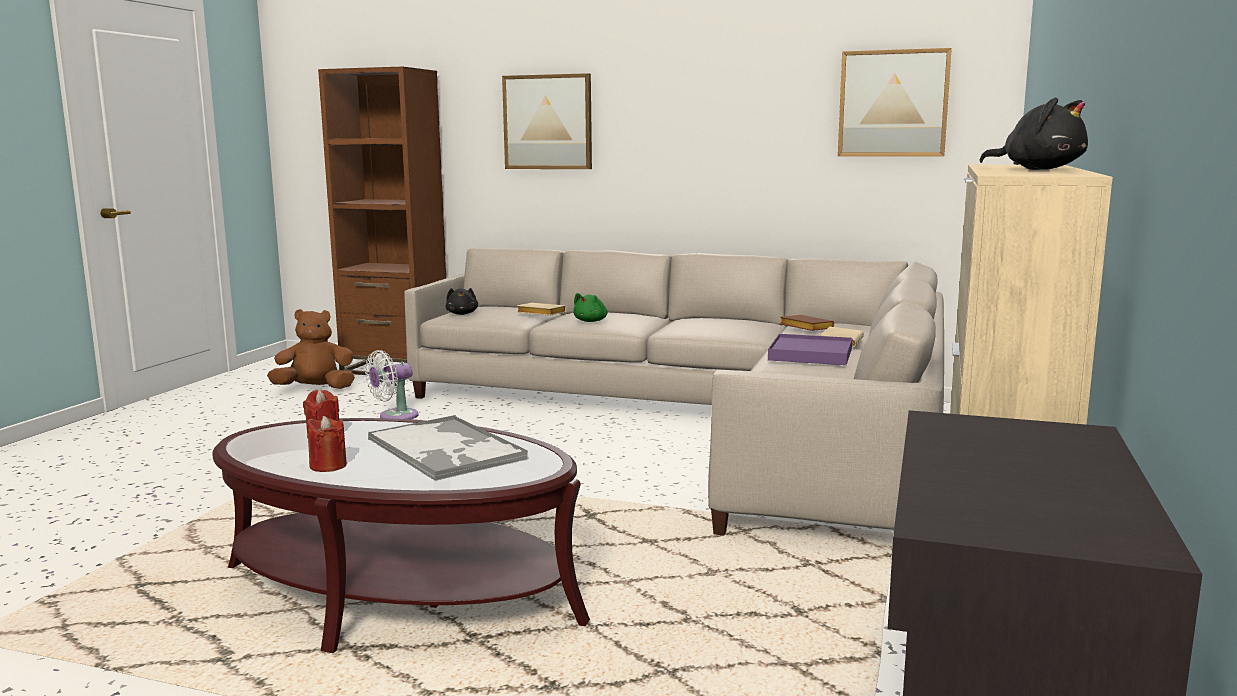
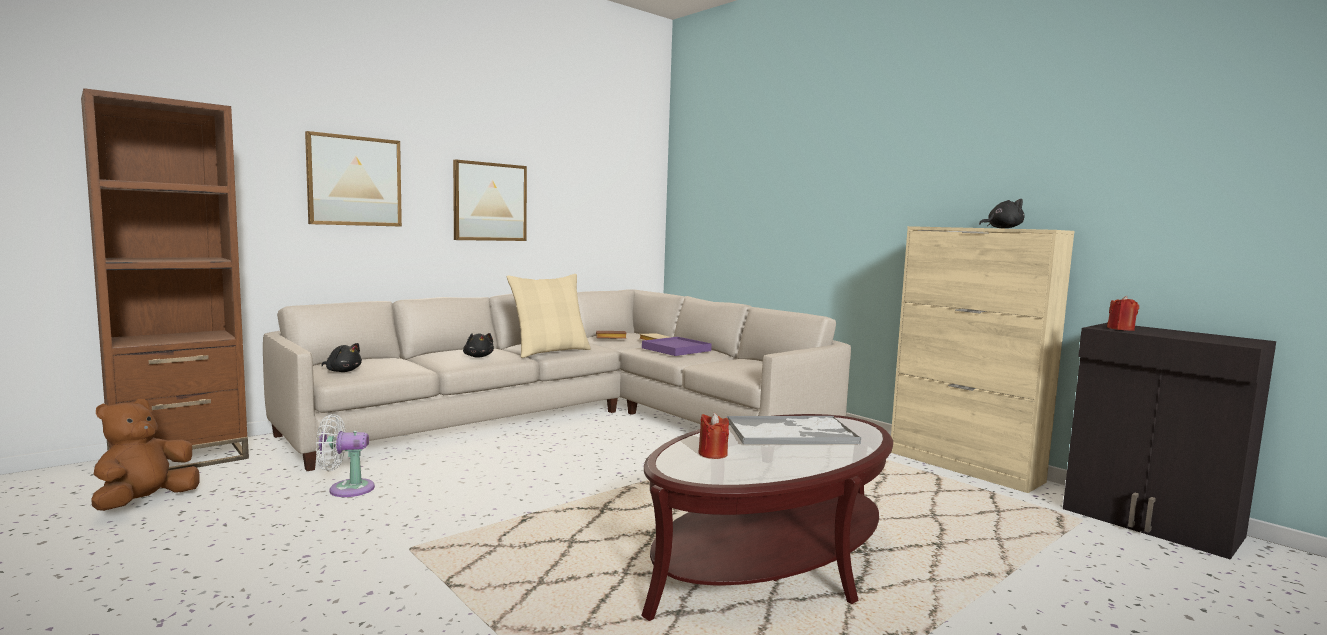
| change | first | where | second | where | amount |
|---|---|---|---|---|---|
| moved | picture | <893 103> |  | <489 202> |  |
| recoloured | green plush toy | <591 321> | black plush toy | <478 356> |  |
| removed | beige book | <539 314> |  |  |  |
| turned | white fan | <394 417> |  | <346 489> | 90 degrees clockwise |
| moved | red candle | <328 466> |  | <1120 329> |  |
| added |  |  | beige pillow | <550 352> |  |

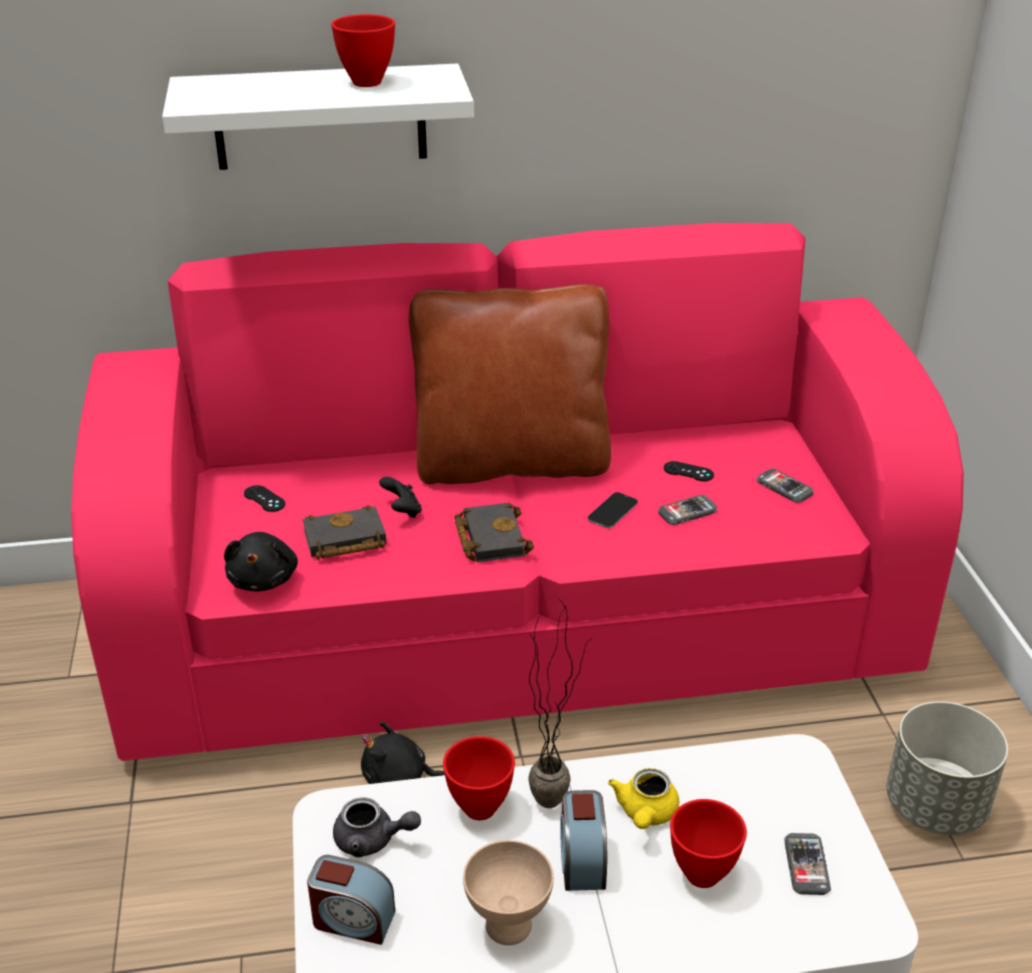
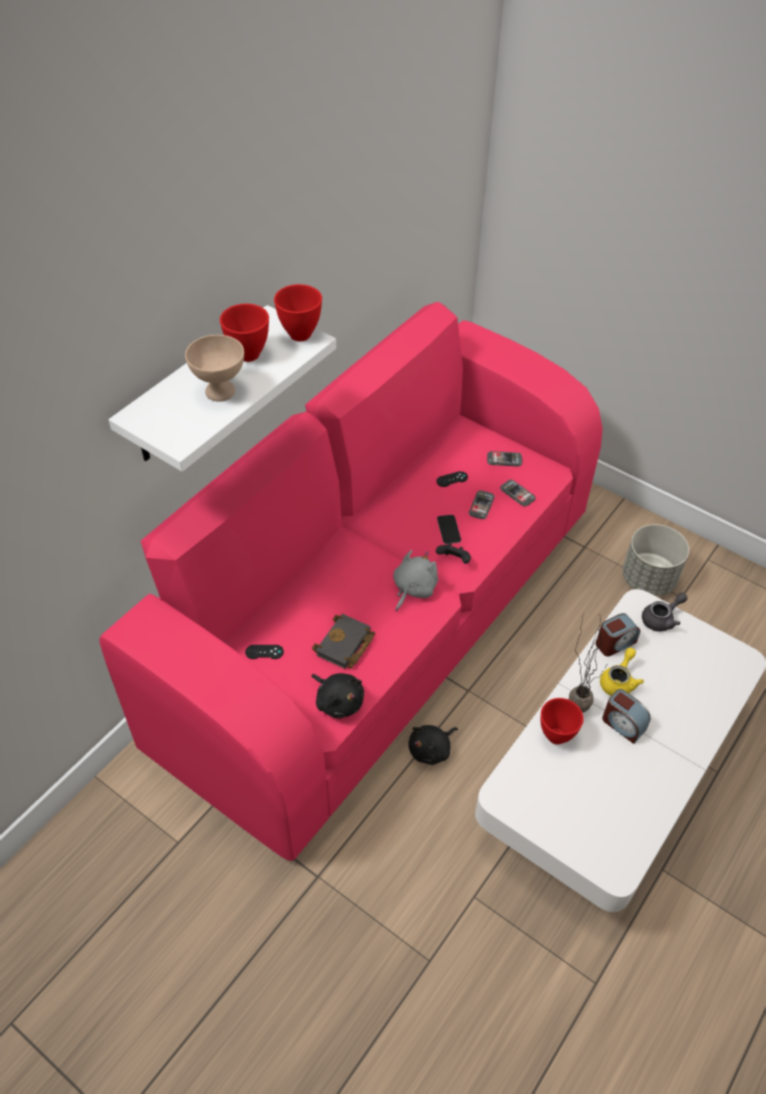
| change | first | where | second | where | amount |
|---|---|---|---|---|---|
| removed | brown pillow | <511 463> |  |  |  |
| moved | black game controller | <402 511> |  | <454 560> |  |
| replaced | black book | <489 537> | grey plush toy | <413 589> |  |
| turned | yellow teapot | <645 814> |  | <619 681> | 120 degrees counterclockwise |
| moved | grey teapot | <372 840> |  | <661 619> |  |
| moved | red bowl | <704 873> |  | <300 334> |  |
| moved | phone | <806 865> |  | <517 494> |  |
| moved | beige bowl | <507 927> |  | <220 392> |  |
| moved | alarm clock | <352 920> |  | <615 643> |  |

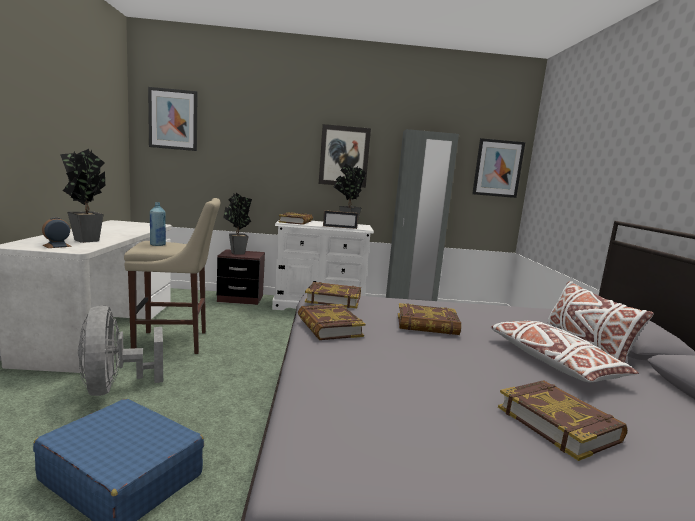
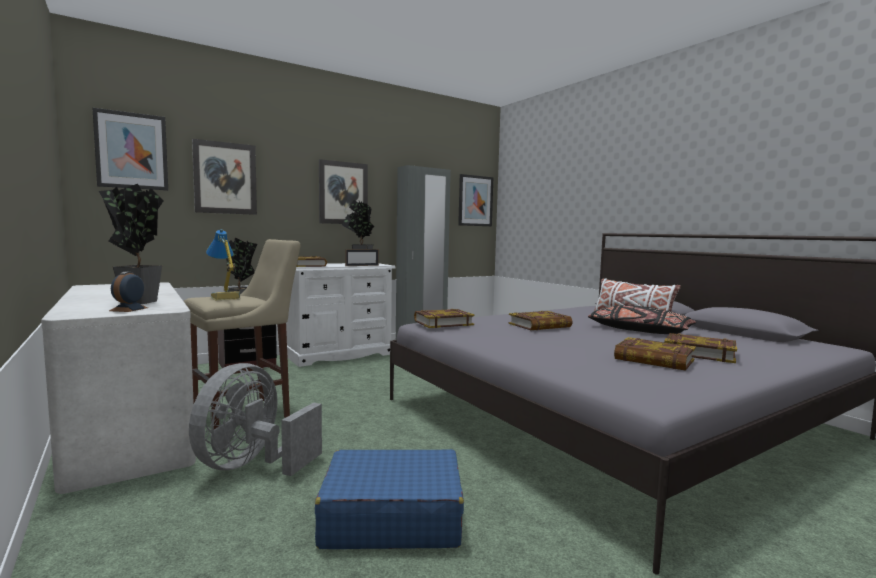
| change | first | where | second | where | amount |
|---|---|---|---|---|---|
| replaced | blue bottle | <157 245> | table lamp | <224 298> |  |
| moved | book | <329 327> |  | <654 360> |  |
| turned | grey fan | <115 387> |  | <252 465> | 75 degrees clockwise |
| recoloured | white pillow | <552 362> | black pillow | <639 330> |  |
| added |  |  | picture | <225 178> |  |

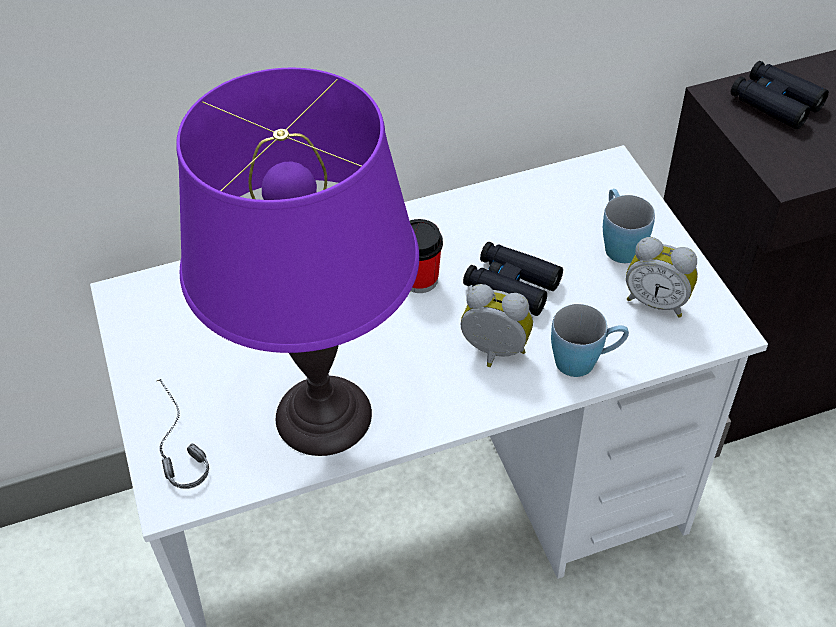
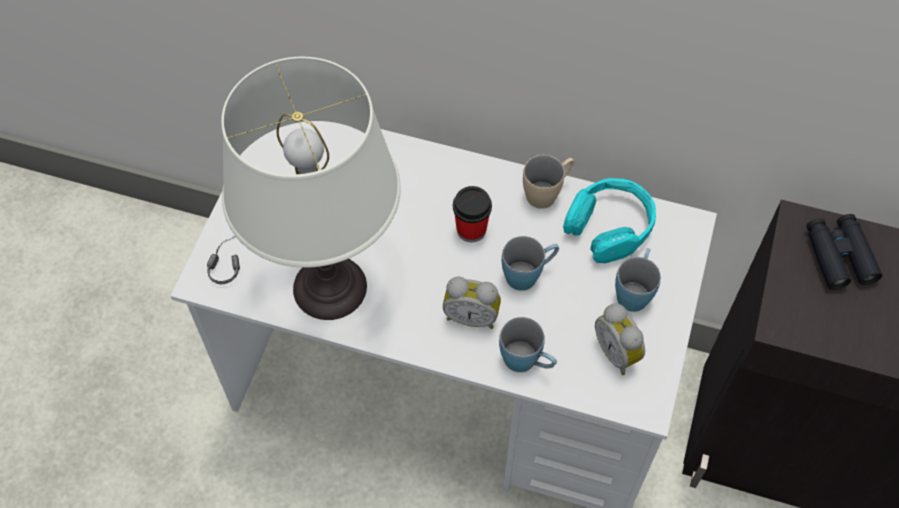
| change | first | where | second | where | amount |
|---|---|---|---|---|---|
| recoloured | purple table lamp | <324 415> | white table lamp | <330 287> |  |
| replaced | black binoculars | <511 285> | blue mug | <528 274> |  |
| turned | alarm clock | <494 353> |  | <471 316> | 135 degrees clockwise |
| added |  |  | beige mug | <547 192> |  |
| added |  |  | turquoise headphones | <609 227> |  |

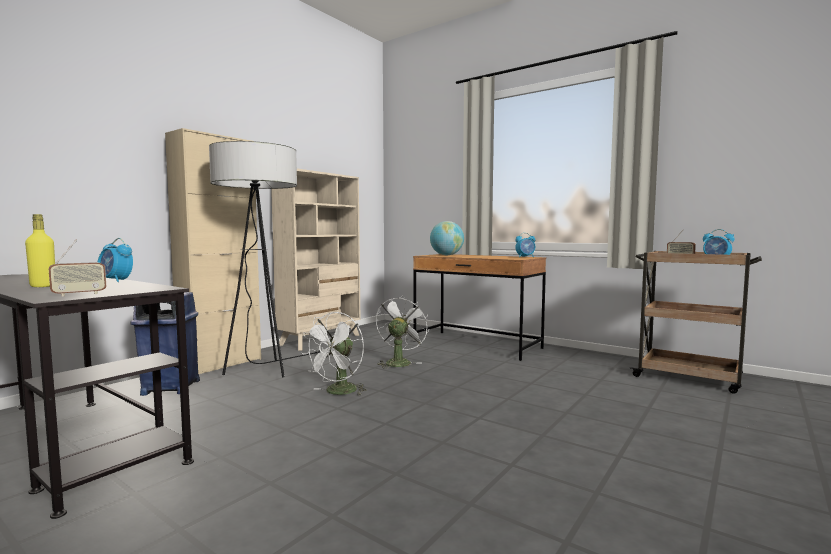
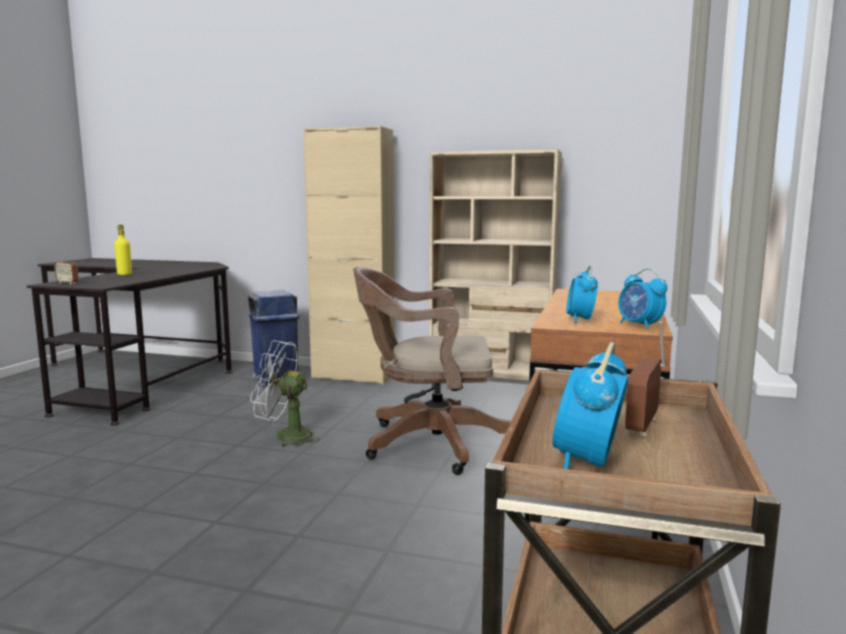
| change | first | where | second | where | amount |
|---|---|---|---|---|---|
| removed | floor lamp | <264 374> |  |  |  |
| removed | globe | <446 255> |  |  |  |
| moved | alarm clock | <116 281> |  | <580 320> |  |
| replaced | white fan | <399 362> | brown office chair | <428 444> |  |

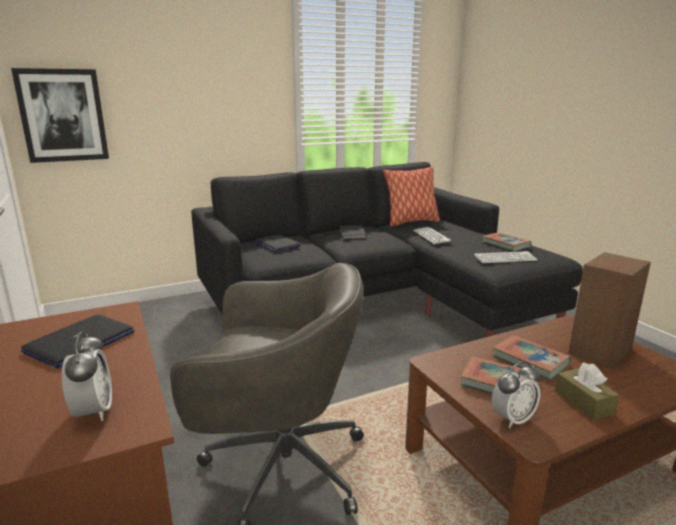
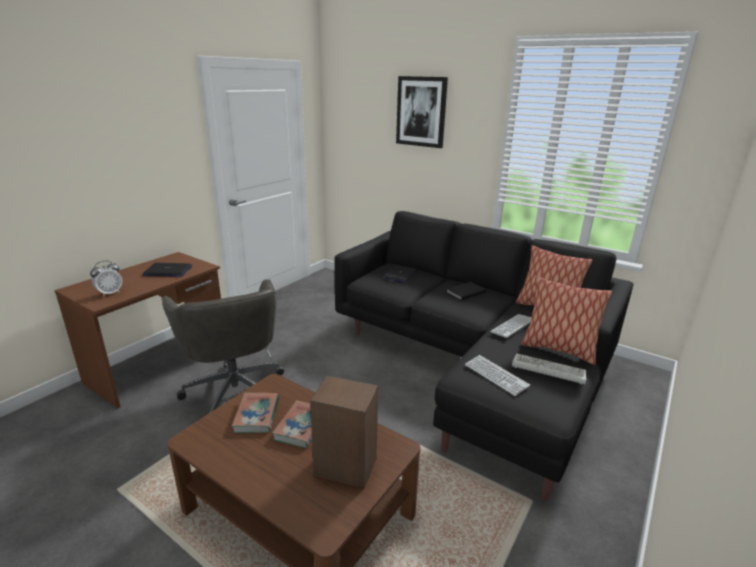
| change | first | where | second | where | amount |
|---|---|---|---|---|---|
| moved | picture | <63 115> |  | <421 112> |  |
| replaced | book | <506 244> | keyboard | <546 370> |  |
| removed | alarm clock | <512 419> |  |  |  |
| removed | brown tissue box | <583 402> |  |  |  |
| added |  |  | pillow | <558 349> |  |

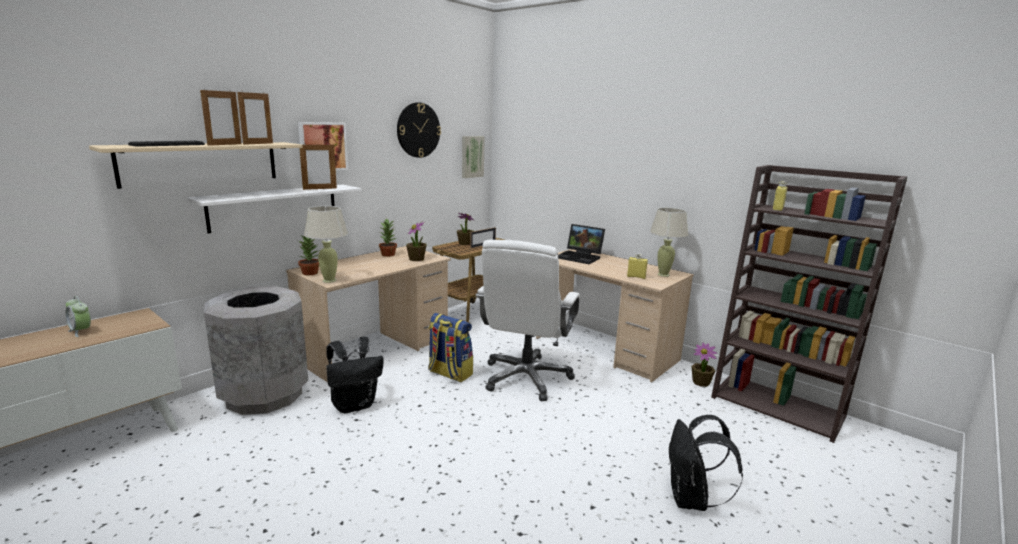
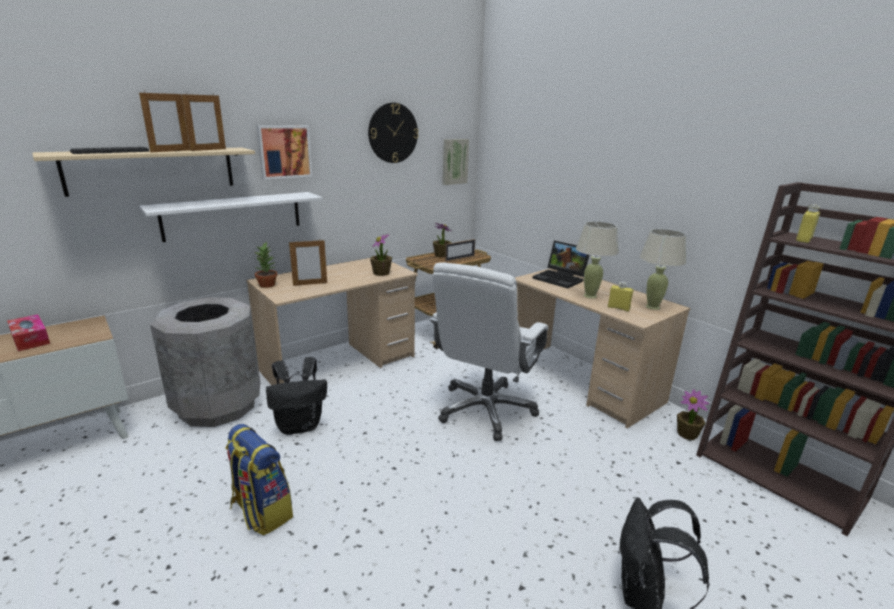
| change | first | where | second | where | amount |
|---|---|---|---|---|---|
| moved | picture frame | <320 188> |  | <310 284> |  |
| moved | beige table lamp | <329 280> |  | <590 296> |  |
| removed | potted plant | <388 254> |  |  |  |
| replaced | alarm clock | <81 331> | tissue box | <30 339> |  |
| moved | backpack | <449 373> |  | <261 512> |  |

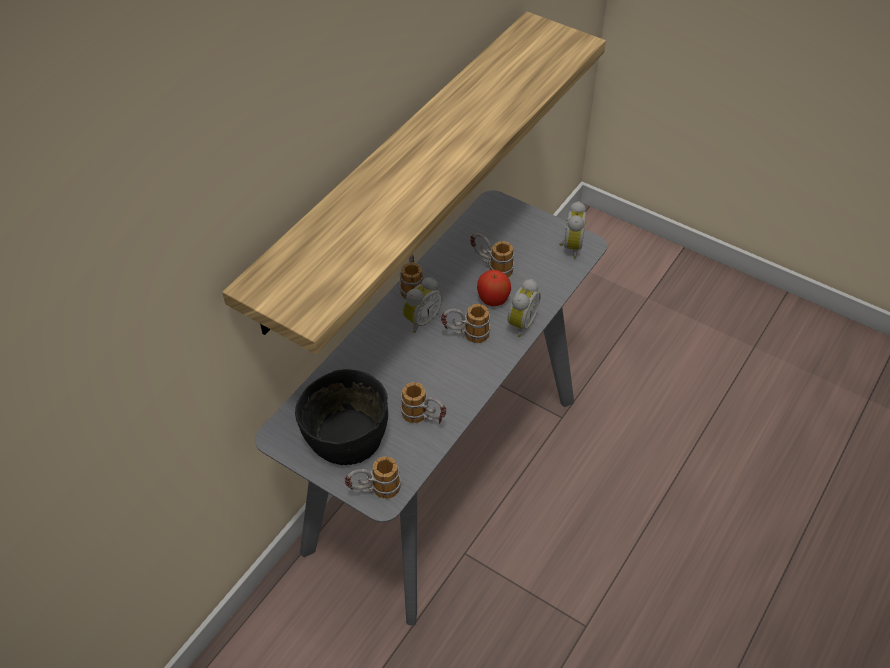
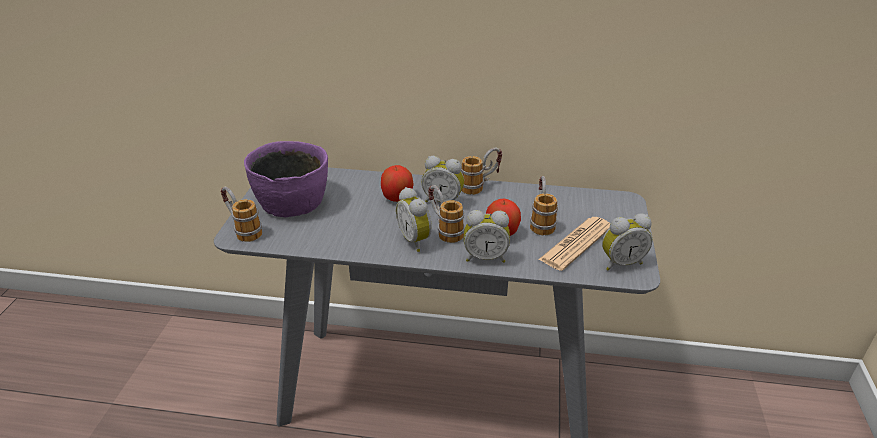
| change | first | where | second | where | amount |
|---|---|---|---|---|---|
| removed | shelf | <396 167> |  |  |  |
| recoloured | black bowl | <345 437> | purple bowl | <292 200> |  |
| removed | mug | <424 419> |  |  |  |
| added |  |  | apple | <397 198> |  |
| added |  |  | alarm clock | <416 240> |  |
| added |  |  | newspaper | <576 243> |  |

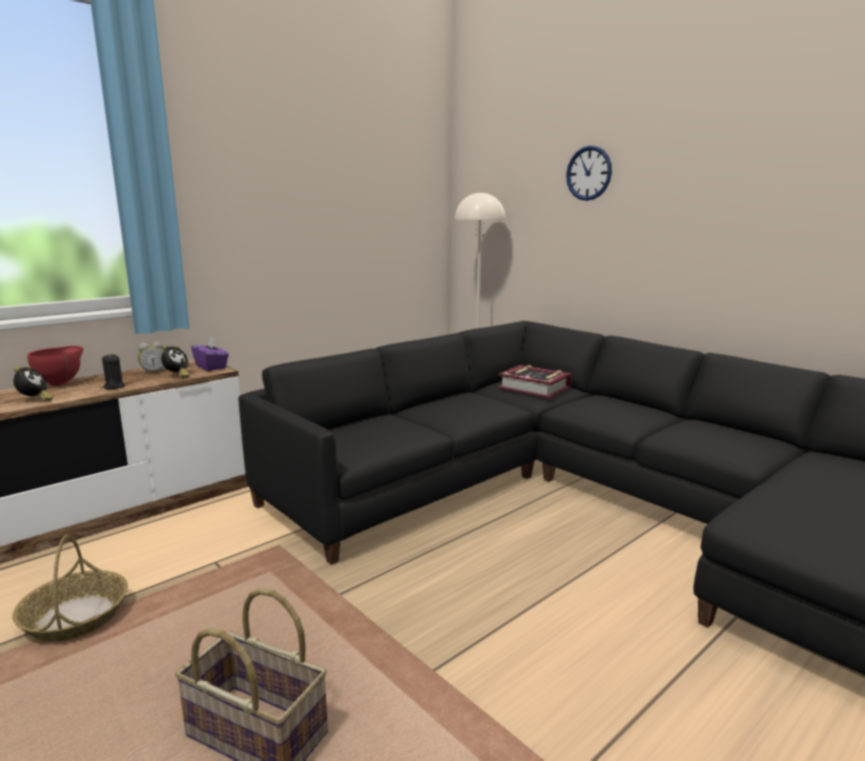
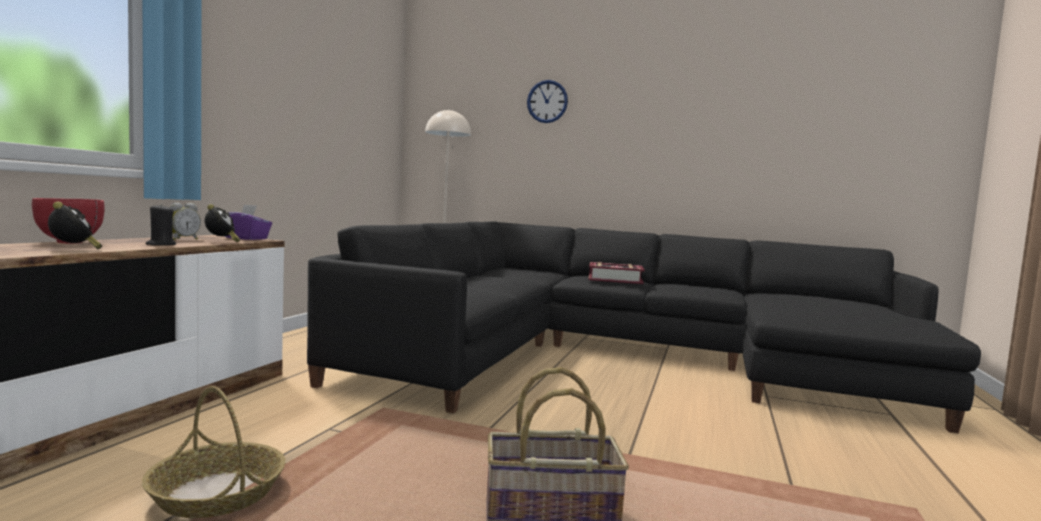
| change | first | where | second | where | amount |
|---|---|---|---|---|---|
| moved | book | <534 388> |  | <615 279> |  |

